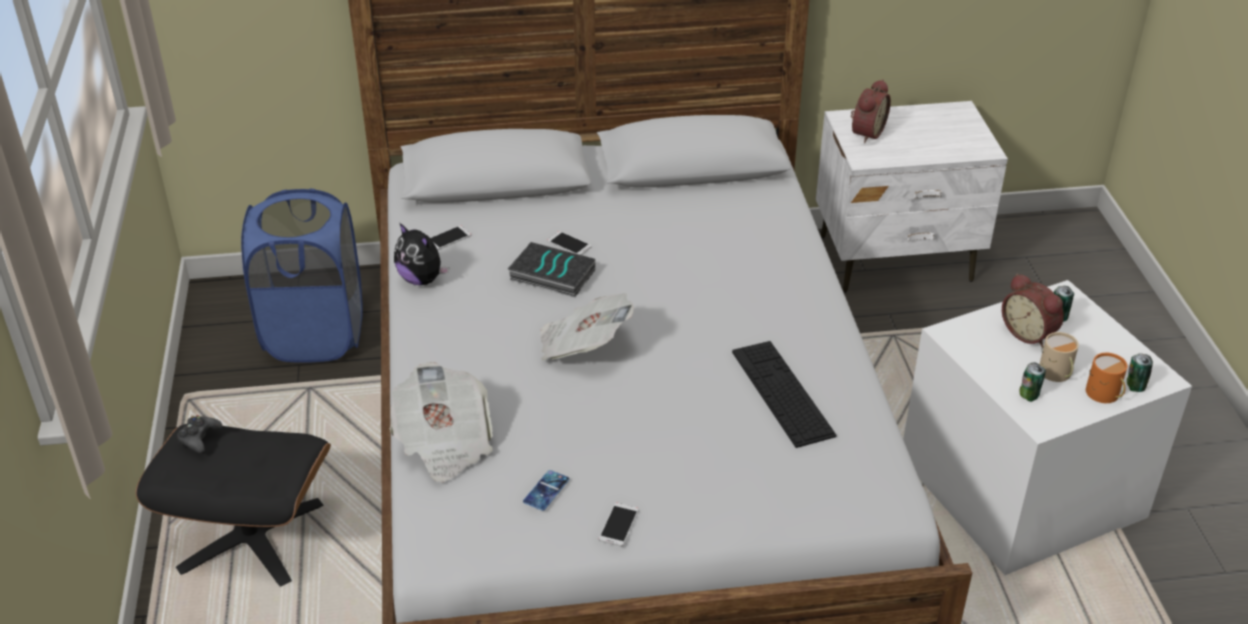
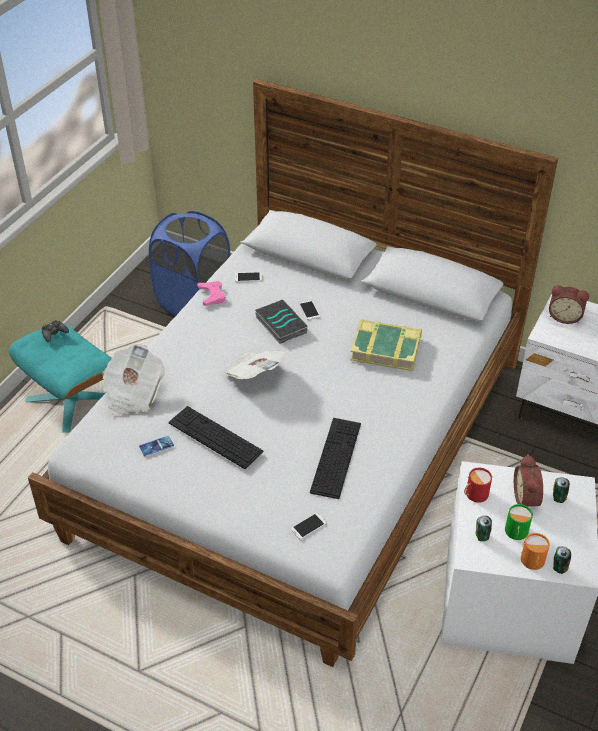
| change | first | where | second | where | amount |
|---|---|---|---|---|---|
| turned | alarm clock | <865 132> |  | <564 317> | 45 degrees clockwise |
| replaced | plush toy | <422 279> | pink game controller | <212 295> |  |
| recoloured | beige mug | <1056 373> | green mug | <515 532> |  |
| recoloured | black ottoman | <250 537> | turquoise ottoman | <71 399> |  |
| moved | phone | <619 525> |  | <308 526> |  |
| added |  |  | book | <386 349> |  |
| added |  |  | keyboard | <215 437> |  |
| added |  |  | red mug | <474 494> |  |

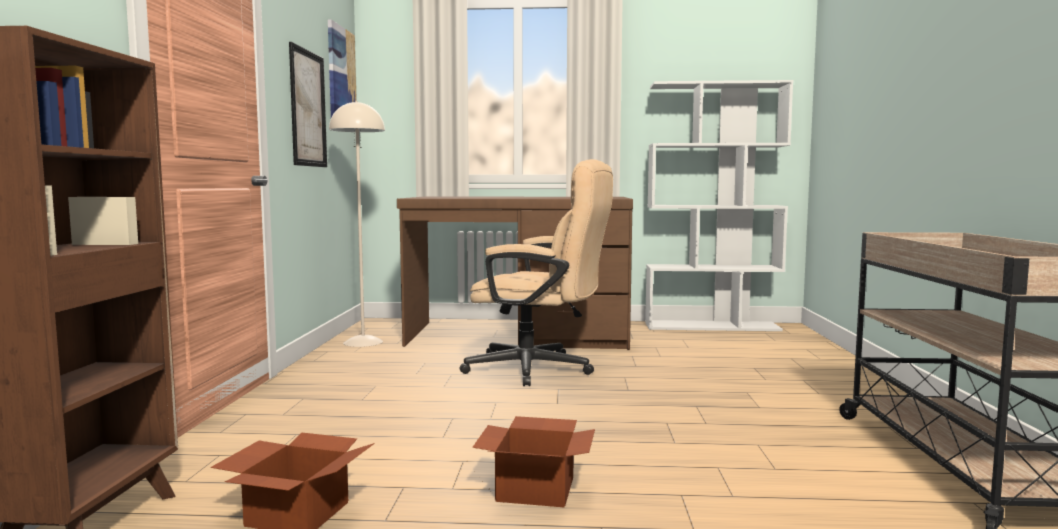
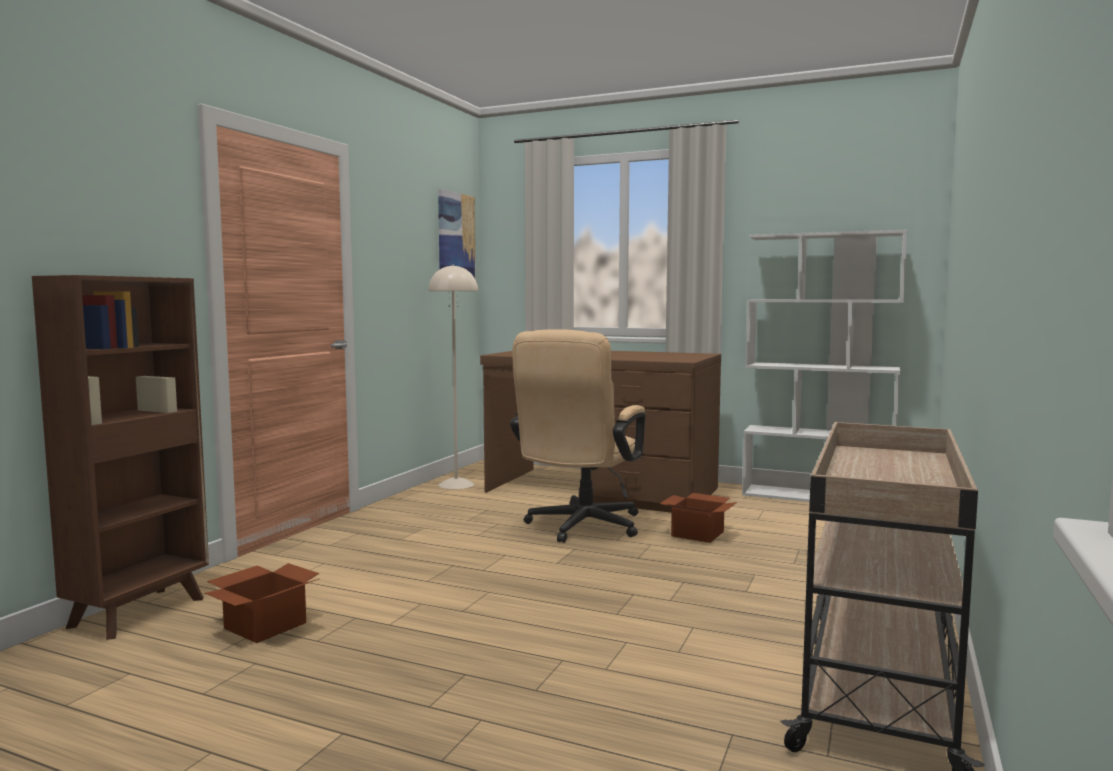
| change | first | where | second | where | amount |
|---|---|---|---|---|---|
| removed | picture | <308 108> |  |  |  |
| turned | beige office chair | <540 370> |  | <580 528> | 75 degrees clockwise |
| moved | cardboard box | <537 488> |  | <699 534> |  |

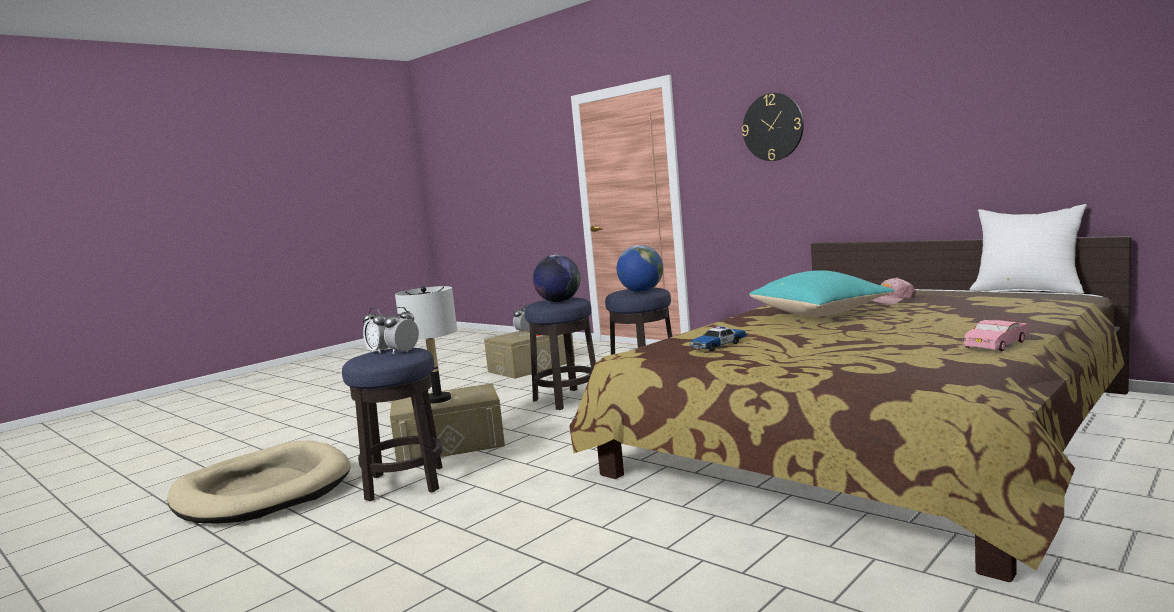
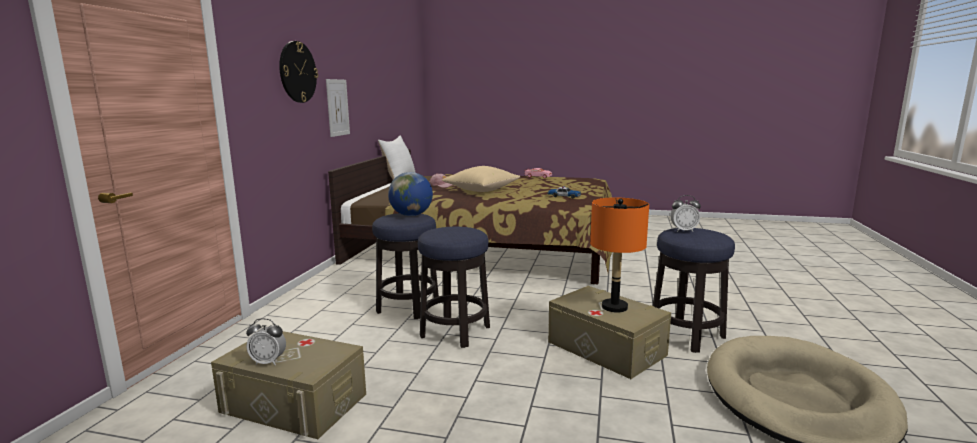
| change | first | where | second | where | amount |
|---|---|---|---|---|---|
| removed | globe | <558 301> |  |  |  |
| recoloured | turquoise pillow | <821 314> | beige pillow | <481 190> |  |
| recoloured | grey table lamp | <438 399> | orange table lamp | <614 307> |  |
| removed | alarm clock | <380 351> |  |  |  |
| added |  |  | picture | <337 107> |  |

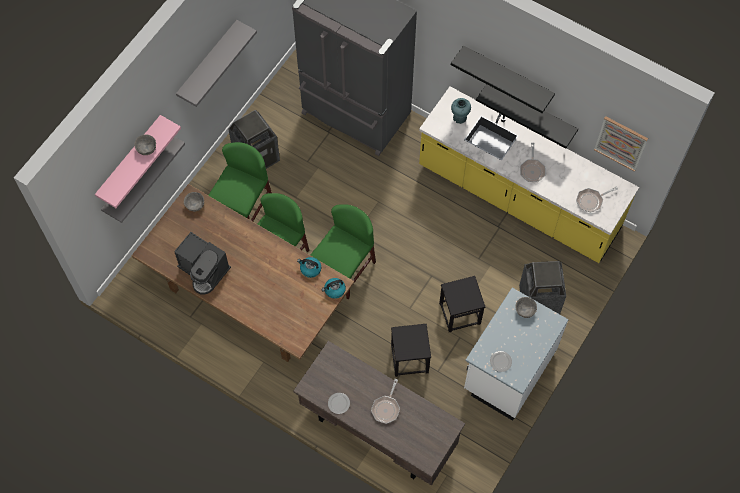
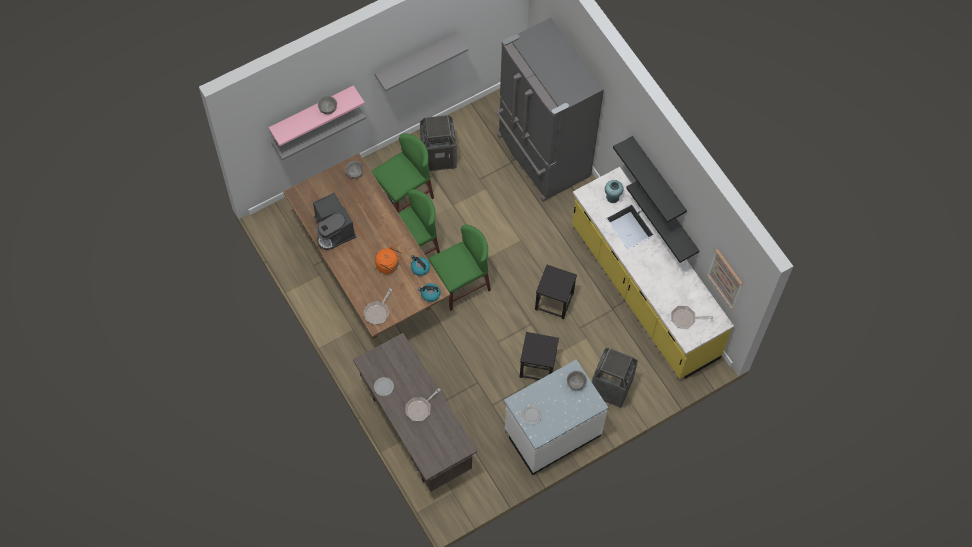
| change | first | where | second | where | amount |
|---|---|---|---|---|---|
| moved | frying pan | <532 170> |  | <377 312> |  |
| moved | black stool | <410 359> |  | <554 301> |  |
| added |  |  | orange kettle | <389 265> |  |

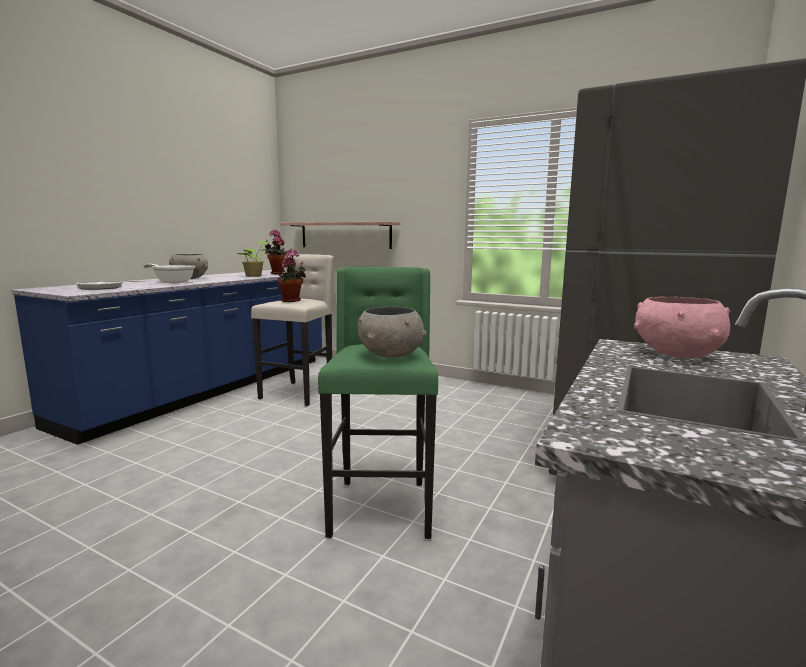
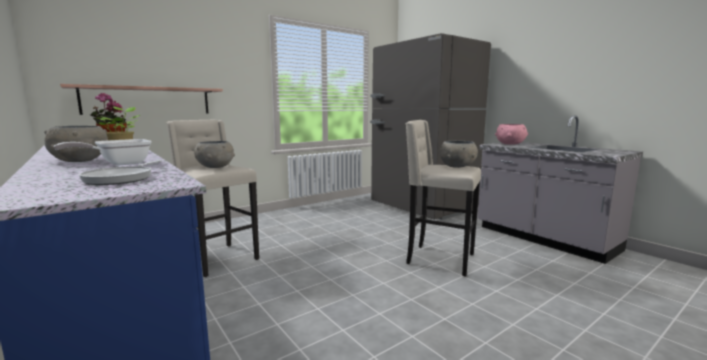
| change | first | where | second | where | amount |
|---|---|---|---|---|---|
| replaced | potted plant | <292 301> | grey bowl | <215 167> |  |
| recoloured | green stool | <381 506> | beige stool | <438 259> |  |

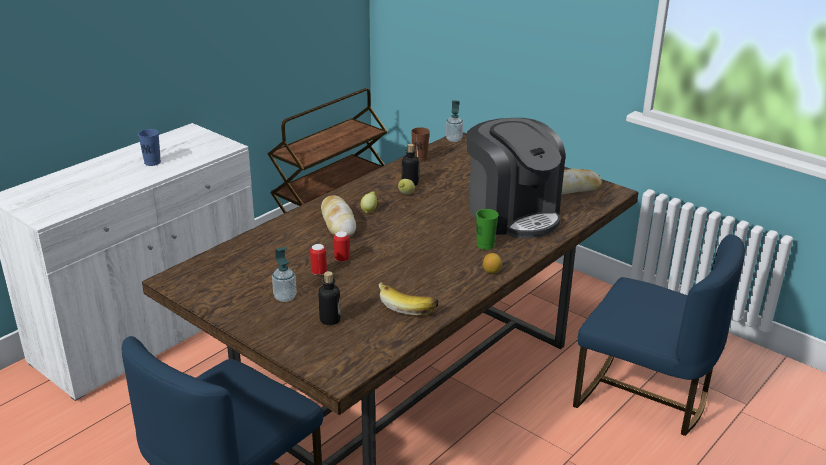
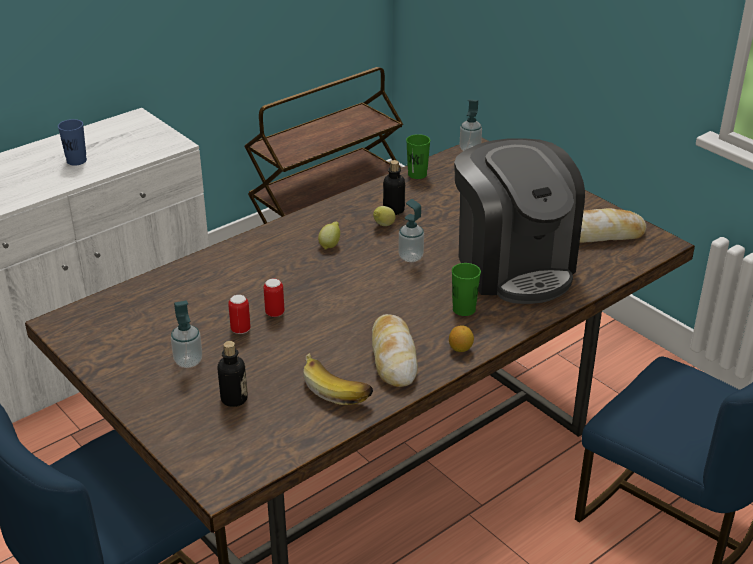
| change | first | where | second | where | amount |
|---|---|---|---|---|---|
| recoloured | brown cup | <420 158> | green cup | <417 174> |  |
| moved | bread | <338 222> |  | <393 357> |  |
| added |  |  | soap dispenser | <410 257> |  |

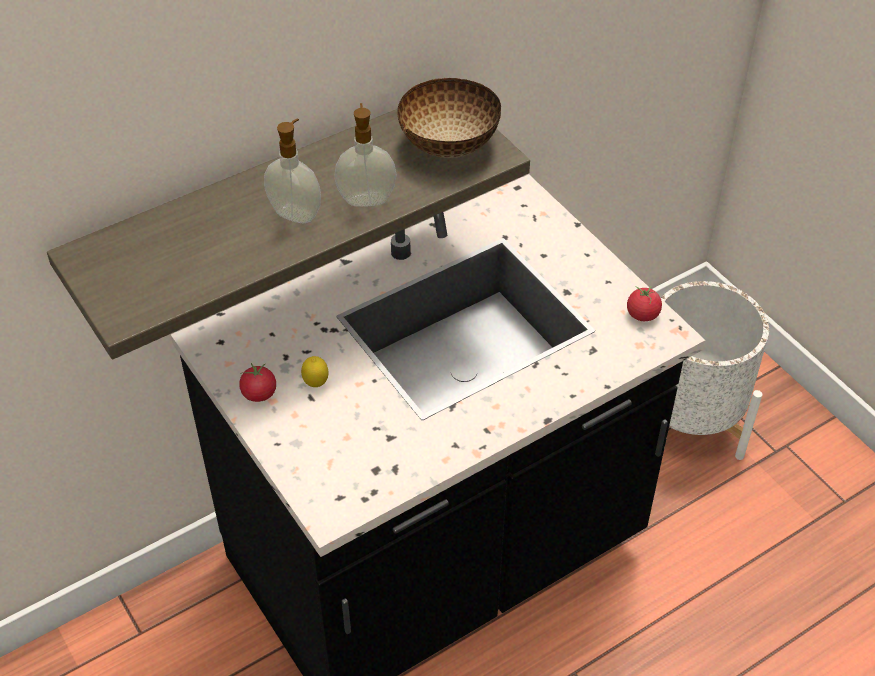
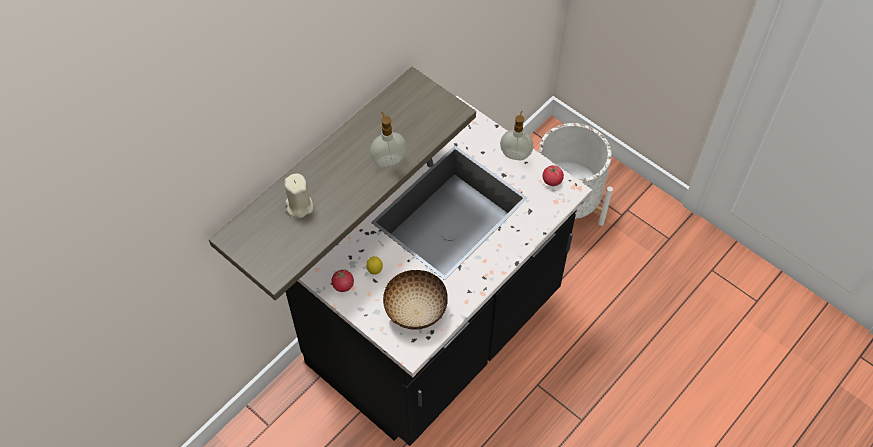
| change | first | where | second | where | amount |
|---|---|---|---|---|---|
| moved | bowl | <449 145> |  | <415 310> |  |
| moved | soap dispenser | <296 213> |  | <515 154> |  |
| added |  |  | beige candle | <299 206> |  |

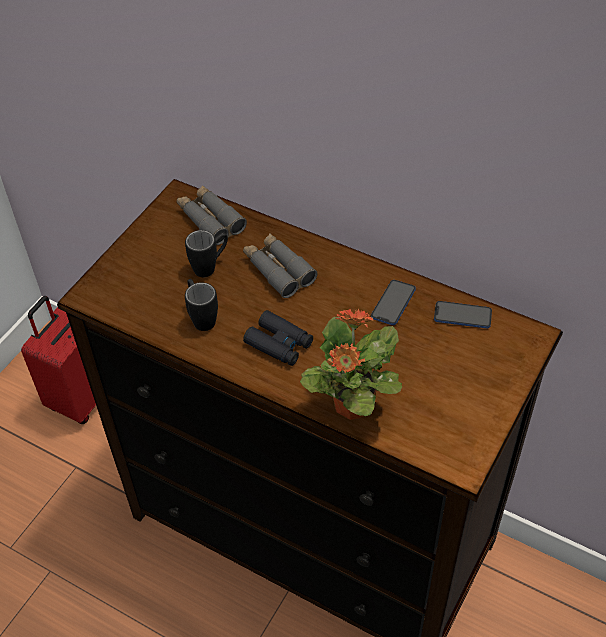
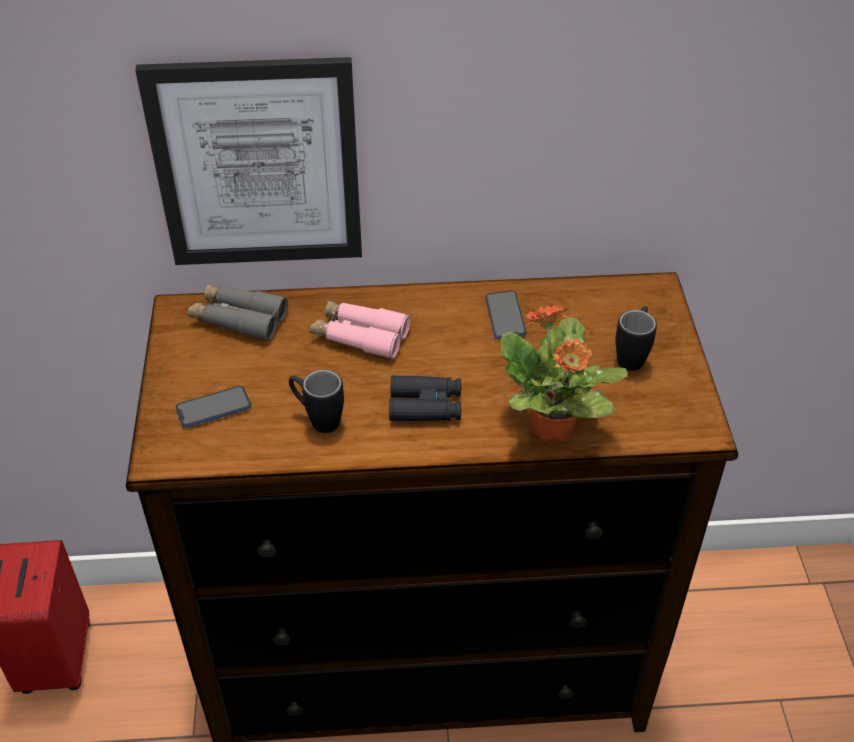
| change | first | where | second | where | amount |
|---|---|---|---|---|---|
| moved | black mug | <210 266> |  | <633 355> |  |
| recoloured | grey binoculars | <278 270> | pink binoculars | <360 336> |  |
| moved | phone | <462 316> |  | <213 408> |  |
| added |  |  | picture | <257 165> |  |

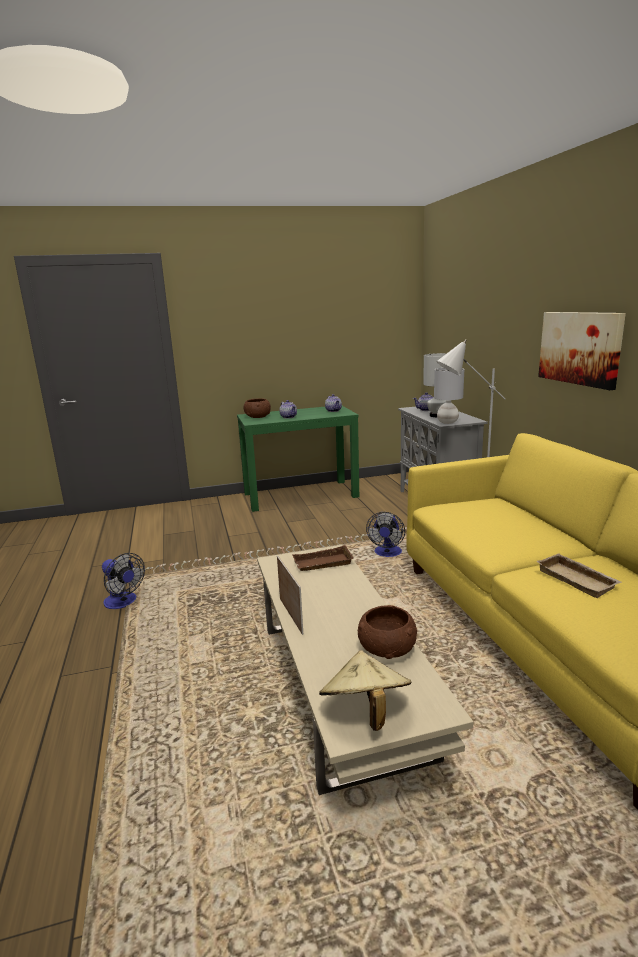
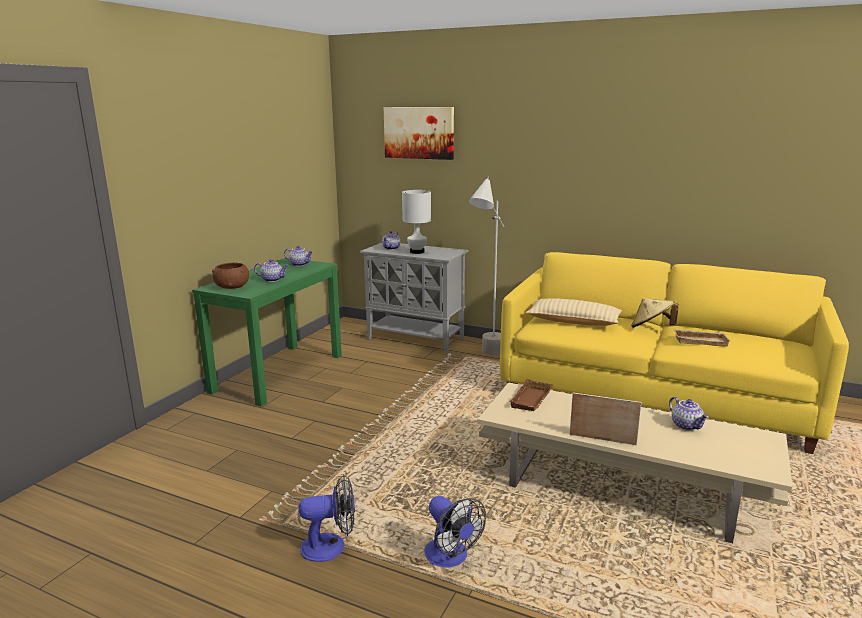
| change | first | where | second | where | amount |
|---|---|---|---|---|---|
| moved | picture | <580 348> |  | <419 132> |  |
| removed | grey table lamp | <447 422> |  |  |  |
| moved | fan | <387 553> |  | <450 558> |  |
| replaced | brown bowl | <387 648> | teapot | <687 425> |  |
| moved | beige hat | <365 712> |  | <651 328> |  |
| added |  |  | beige pillow | <573 321> |  |

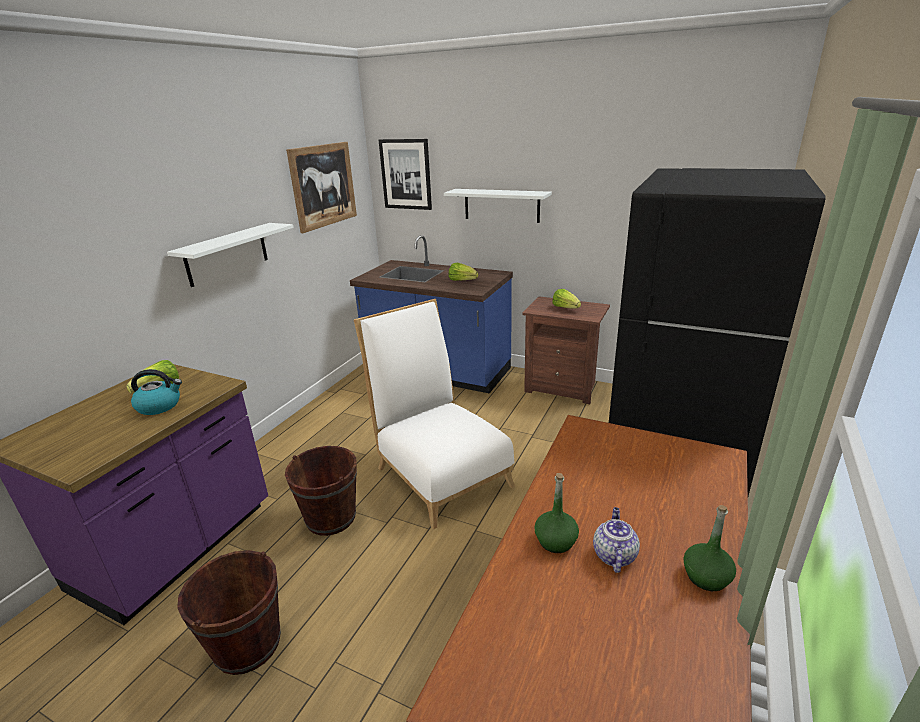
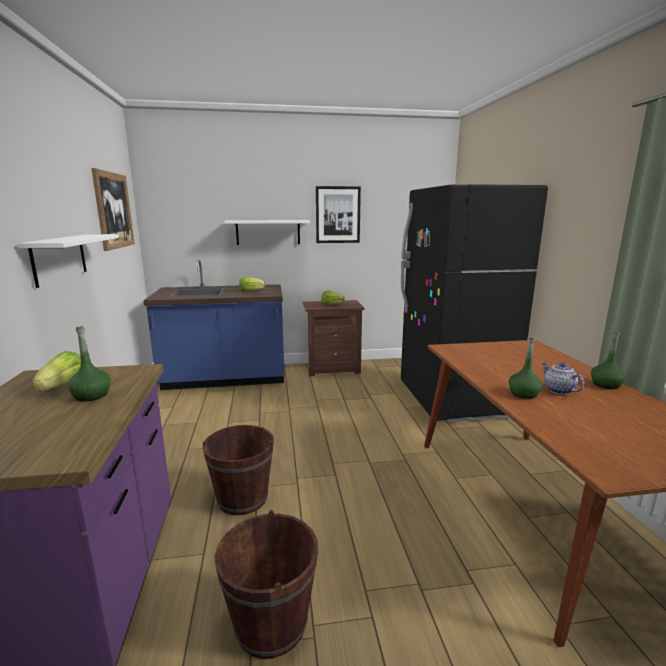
| change | first | where | second | where | amount |
|---|---|---|---|---|---|
| moved | picture | <406 174> |  | <337 215> |  |
| removed | white chair | <439 472> |  |  |  |
| replaced | kettle | <160 406> | green bottle | <91 395> |  |

